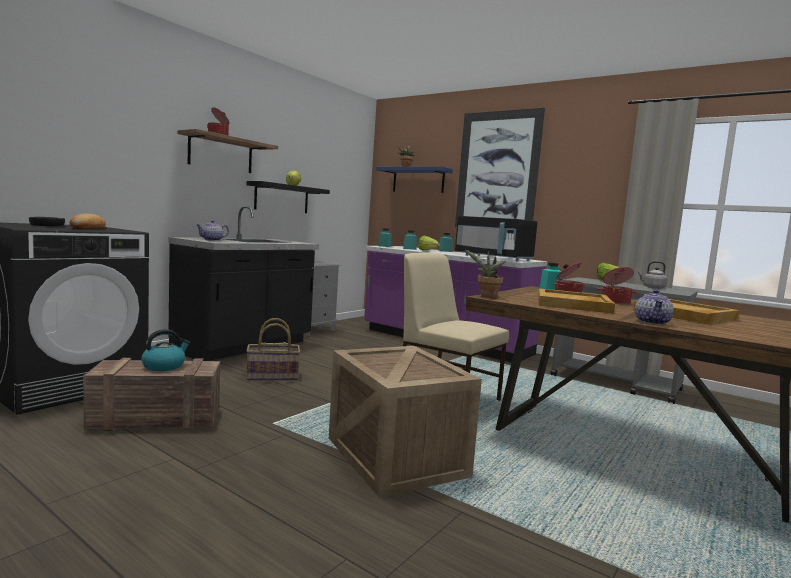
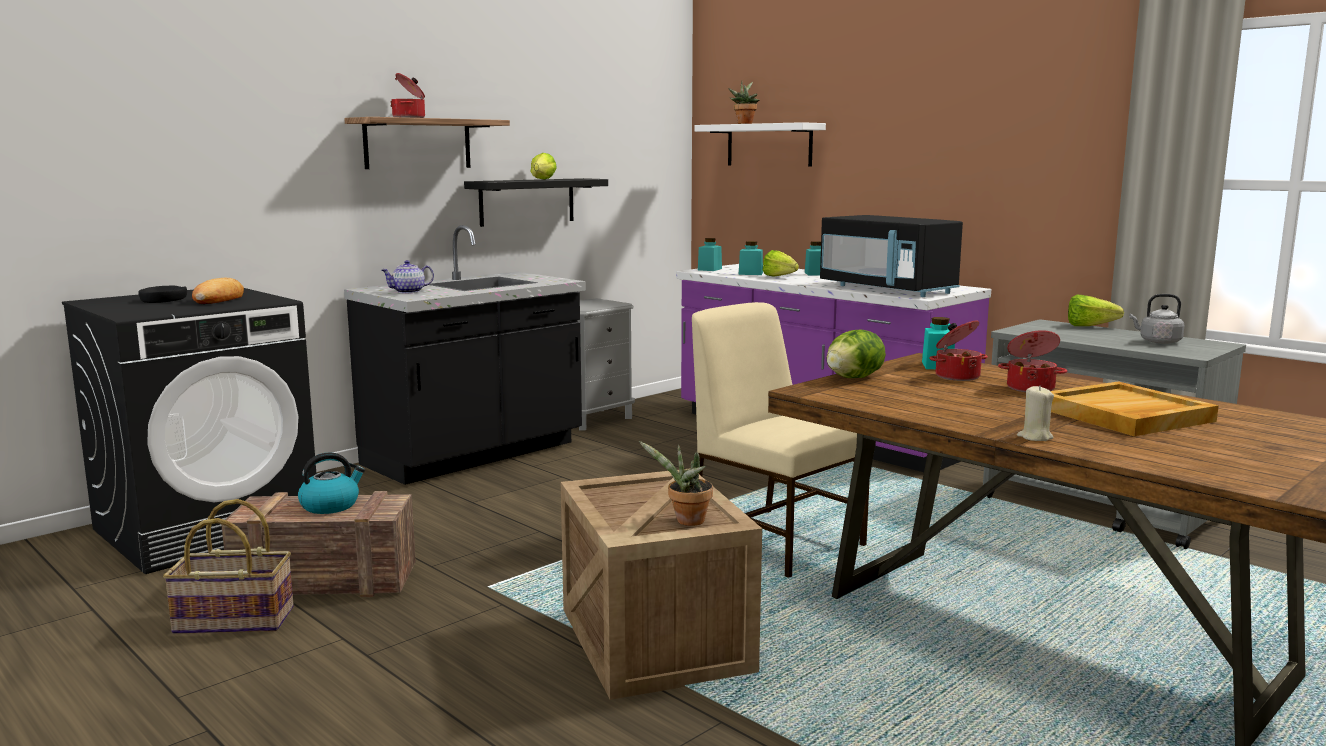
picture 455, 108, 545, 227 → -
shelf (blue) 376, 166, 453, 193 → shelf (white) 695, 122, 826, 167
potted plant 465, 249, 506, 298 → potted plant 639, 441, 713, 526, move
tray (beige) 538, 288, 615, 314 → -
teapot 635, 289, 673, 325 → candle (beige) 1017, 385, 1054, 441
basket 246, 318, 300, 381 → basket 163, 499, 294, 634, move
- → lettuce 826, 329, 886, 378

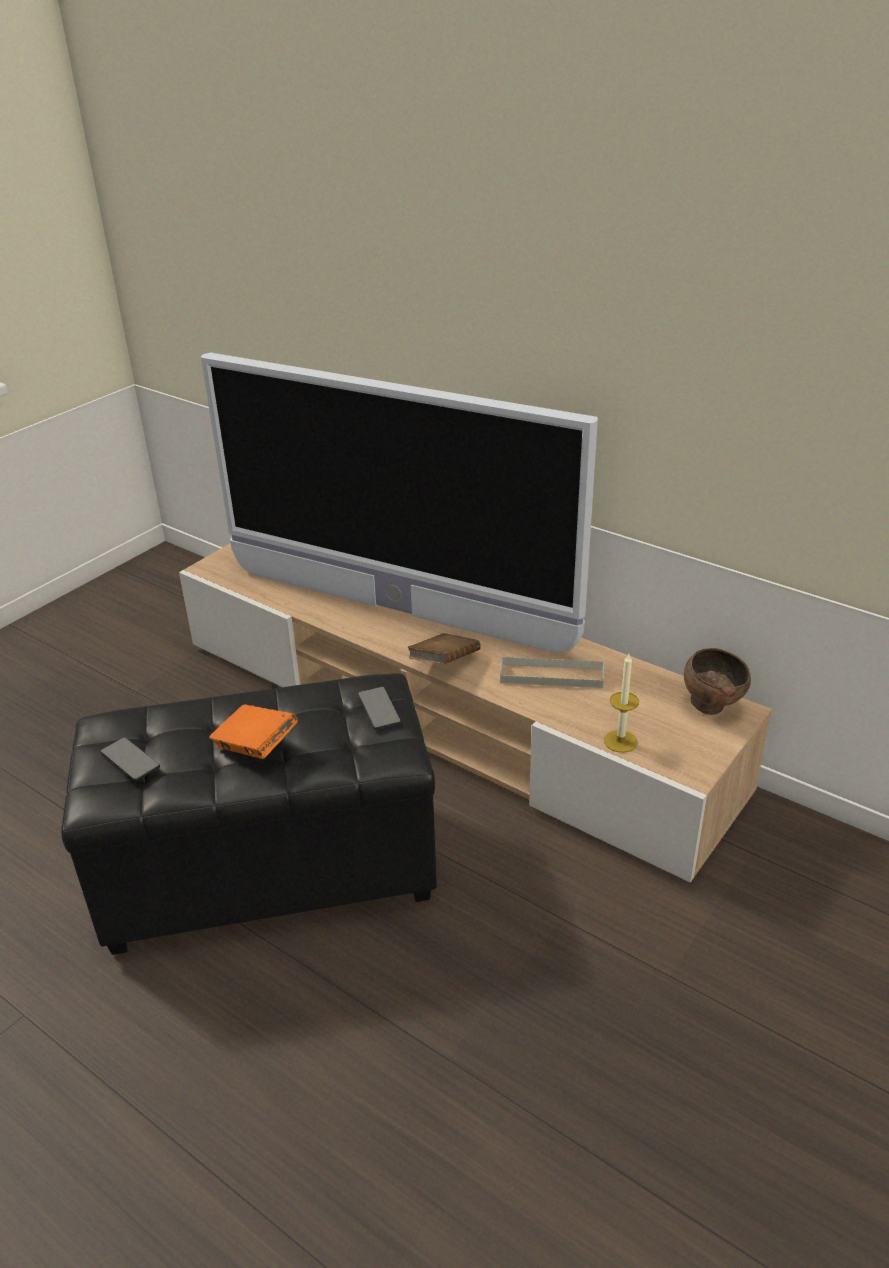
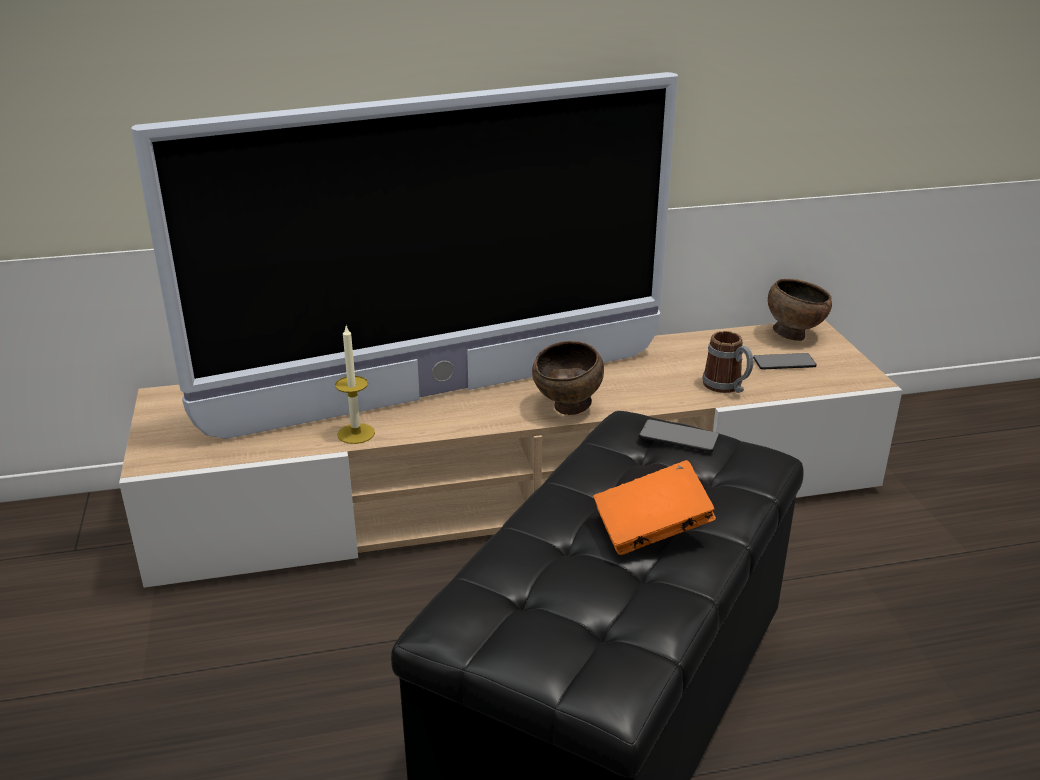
book (brown) 407, 633, 481, 664 → bowl (brown) 532, 341, 604, 415
candle 604, 654, 639, 753 → candle 335, 326, 375, 444, move
tray (grey) 500, 656, 604, 688 → -
phone 100, 737, 160, 781 → phone 753, 353, 817, 370, move
- → mug 702, 331, 753, 393

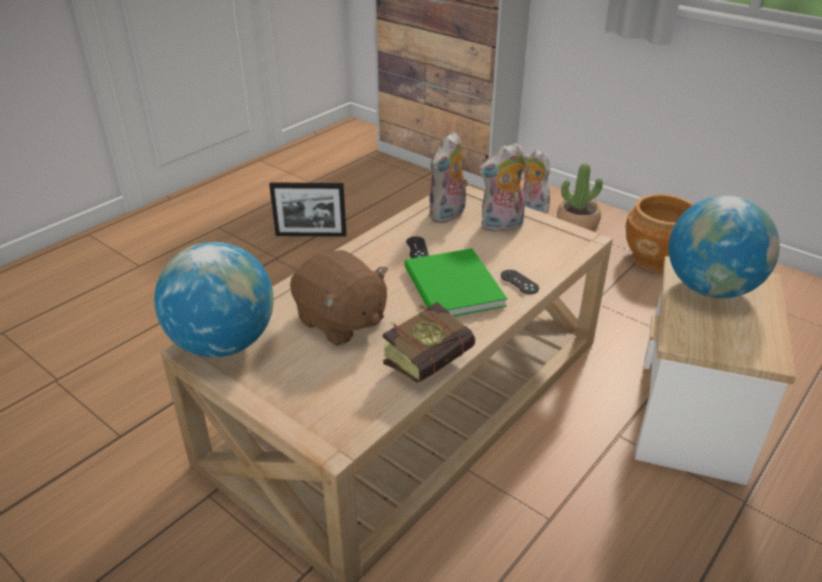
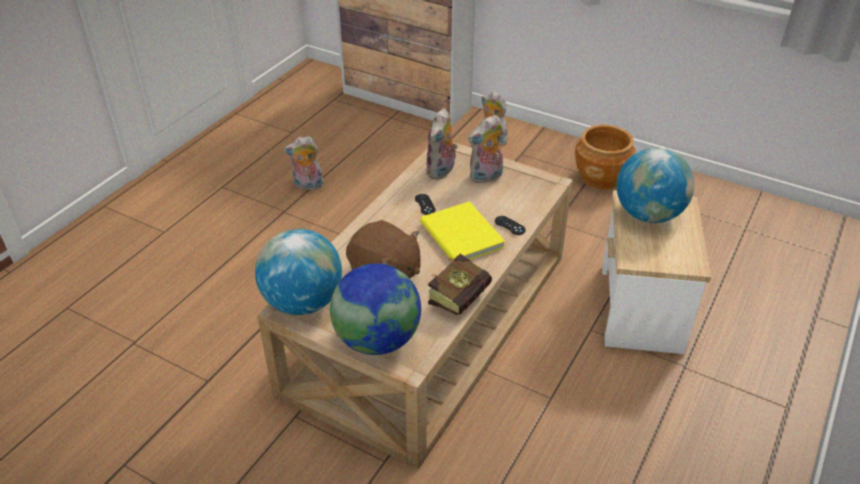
potted plant 557, 163, 603, 230 → -
picture frame 269, 182, 346, 237 → plush toy 284, 136, 325, 192
book (green) 404, 248, 508, 317 → book (yellow) 420, 201, 505, 261
- → globe 330, 263, 421, 355

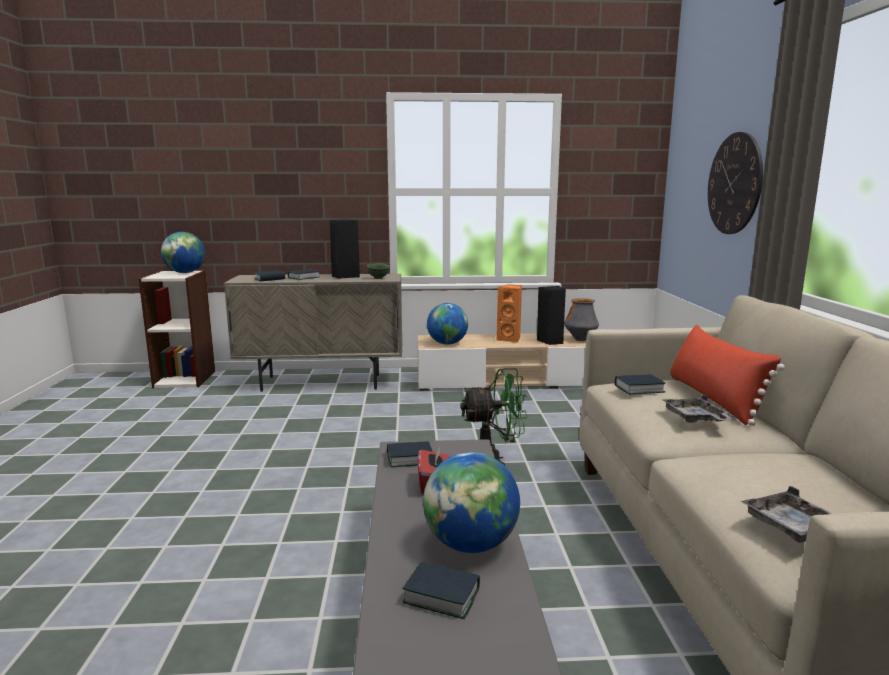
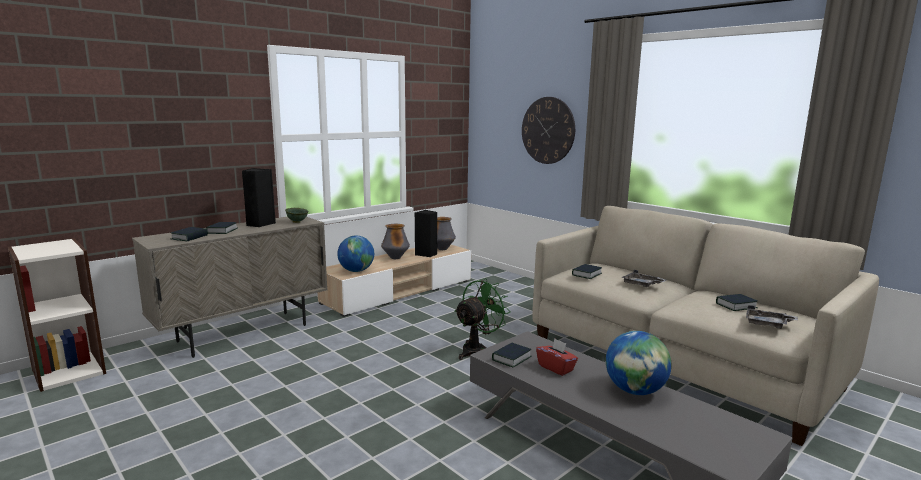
globe 161, 232, 205, 273 → -
speaker (orange) 496, 284, 522, 343 → vase 381, 224, 410, 259
pillow (red) 671, 325, 785, 426 → -
book 403, 561, 480, 619 → book 716, 294, 758, 311, move

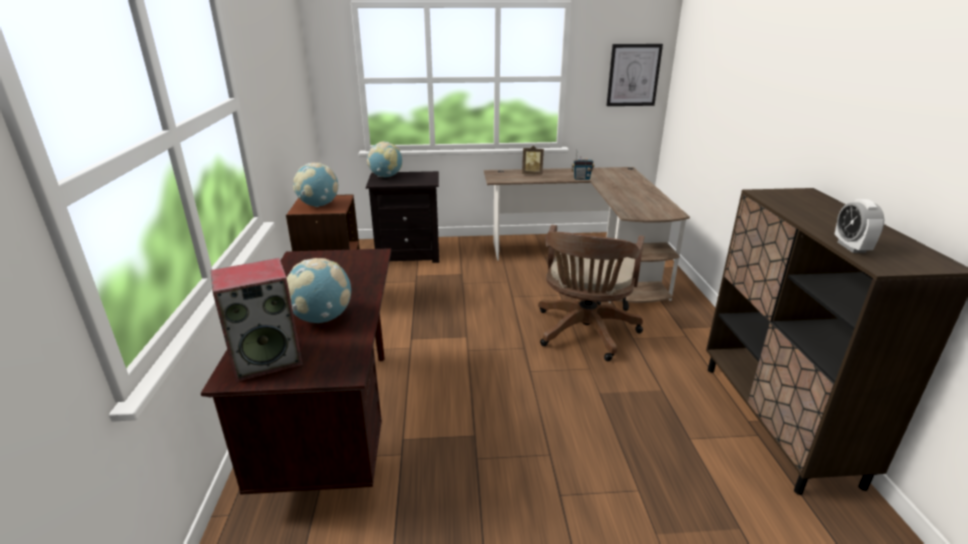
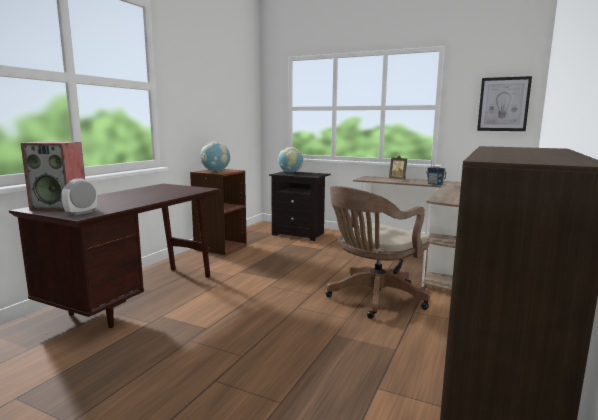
alarm clock 835, 199, 884, 253 → alarm clock 61, 178, 97, 215, move
globe 287, 258, 351, 323 → -

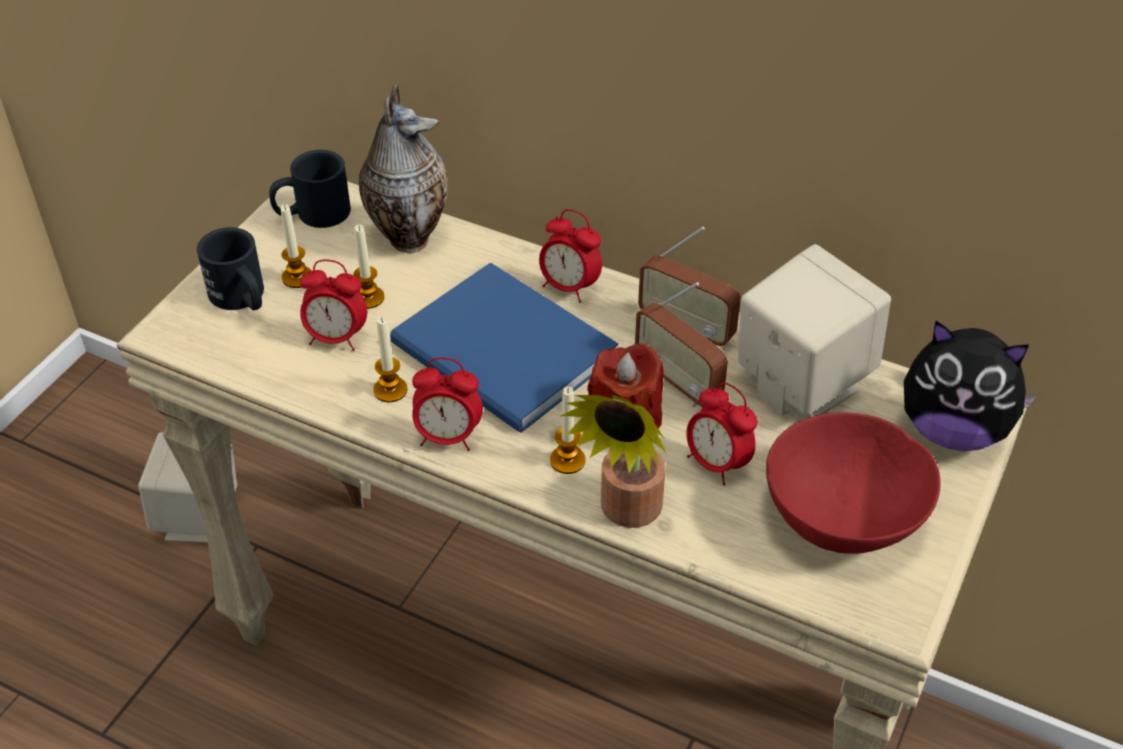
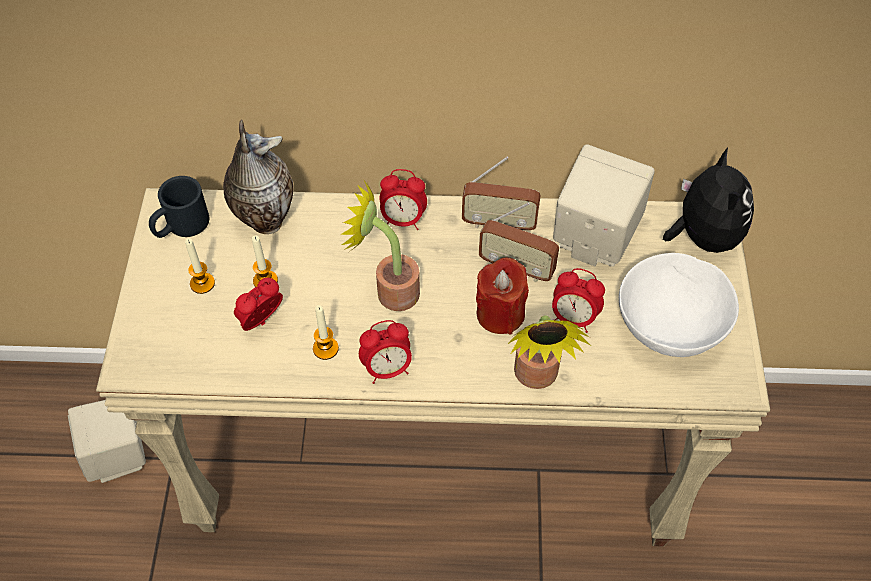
mug (black) 197, 227, 264, 310 → -
alarm clock 300, 259, 367, 351 → alarm clock 234, 278, 283, 331, 150 degrees clockwise
book (blue) 390, 262, 618, 433 → potted plant 340, 181, 420, 311
plush toy 904, 321, 1037, 451 → plush toy 663, 147, 754, 253, 90 degrees counterclockwise
candle 550, 386, 586, 474 → -
bowl (red) 766, 412, 941, 554 → bowl (white) 619, 253, 739, 357

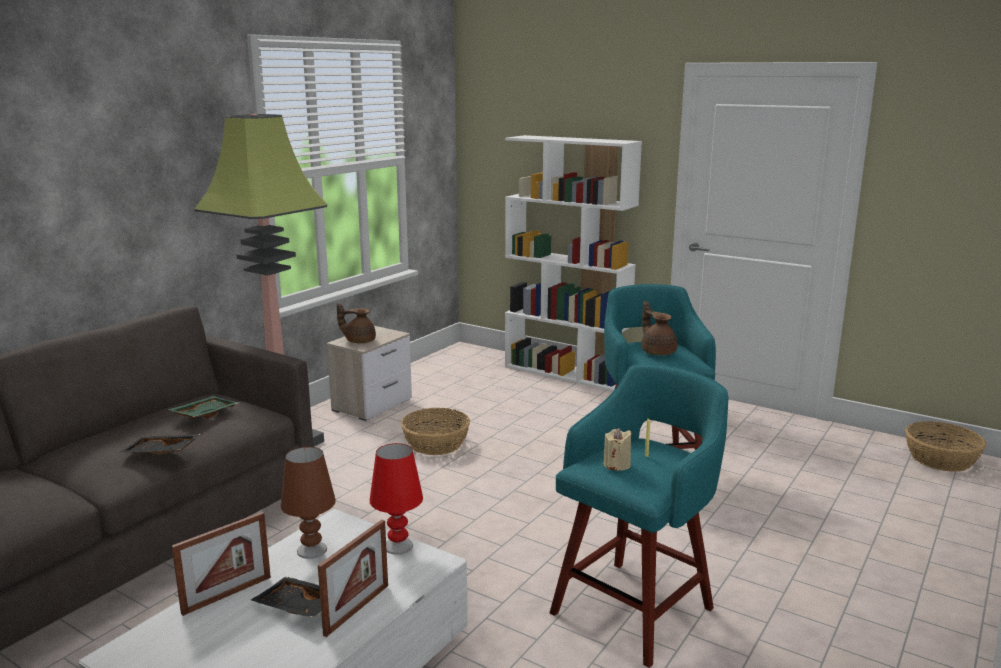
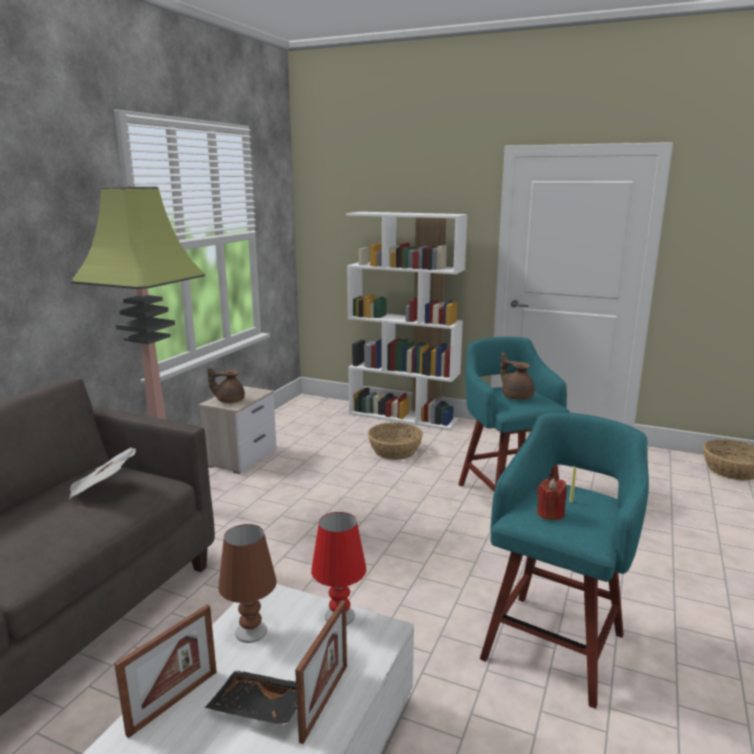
tray (green) 167, 396, 239, 419 → newspaper 68, 447, 136, 499
basket 401, 408, 470, 455 → basket 368, 423, 423, 460, move
candle (beige) 604, 428, 632, 471 → candle (red) 537, 478, 567, 520
tray (black) 120, 434, 200, 454 → -

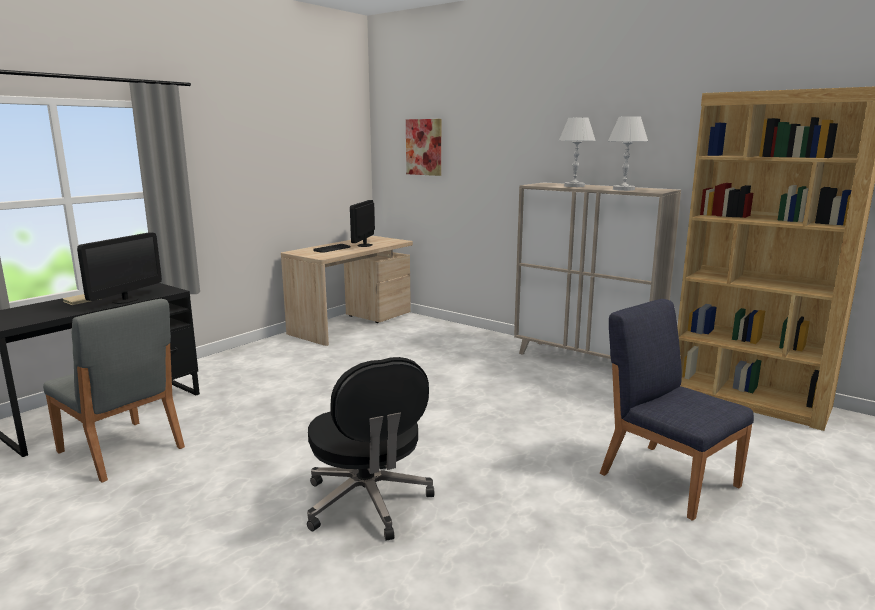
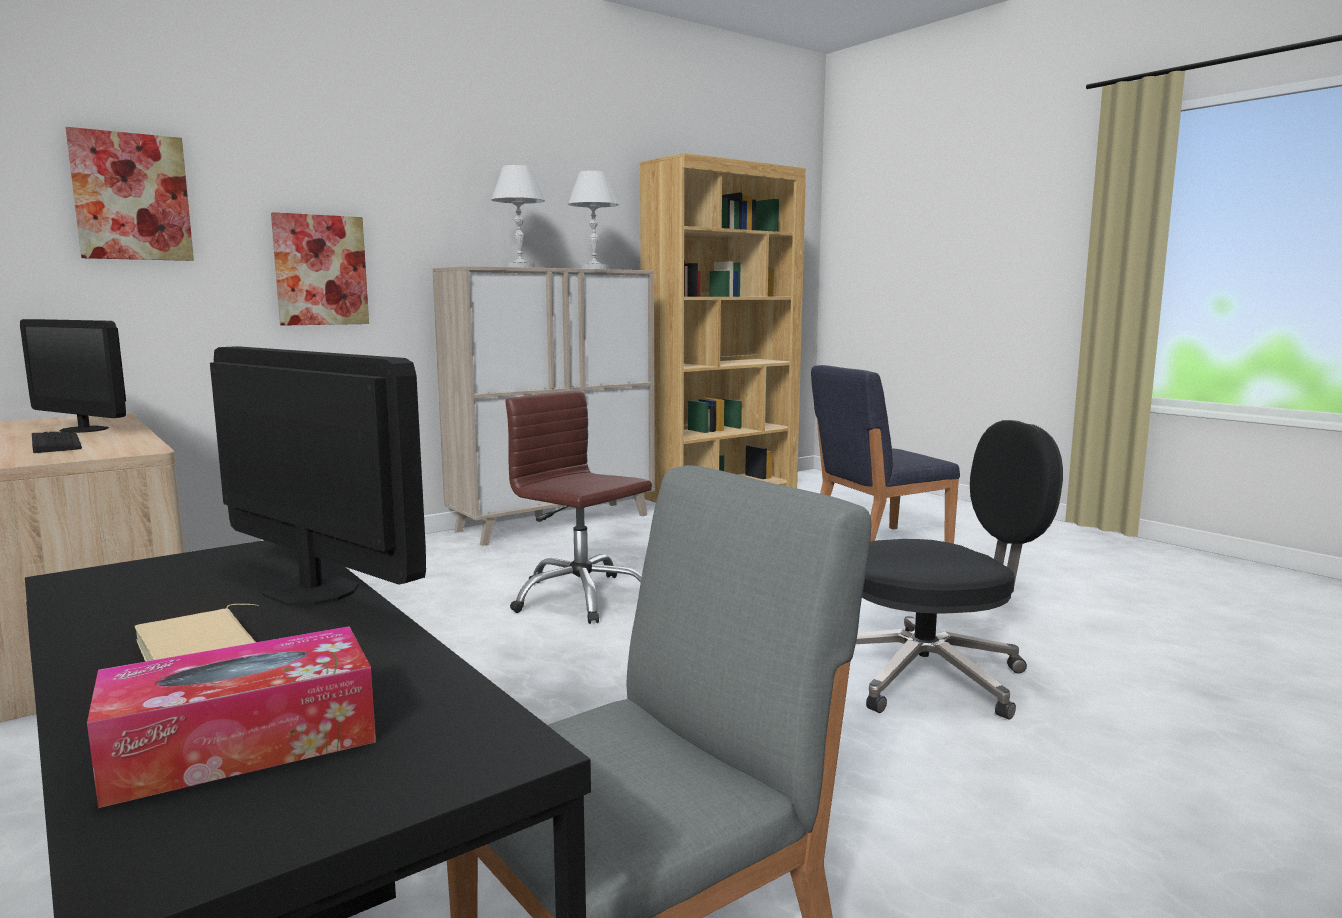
- → picture 271, 212, 369, 326
- → office chair (brown) 505, 390, 652, 624
- → tissue box 87, 626, 376, 808

